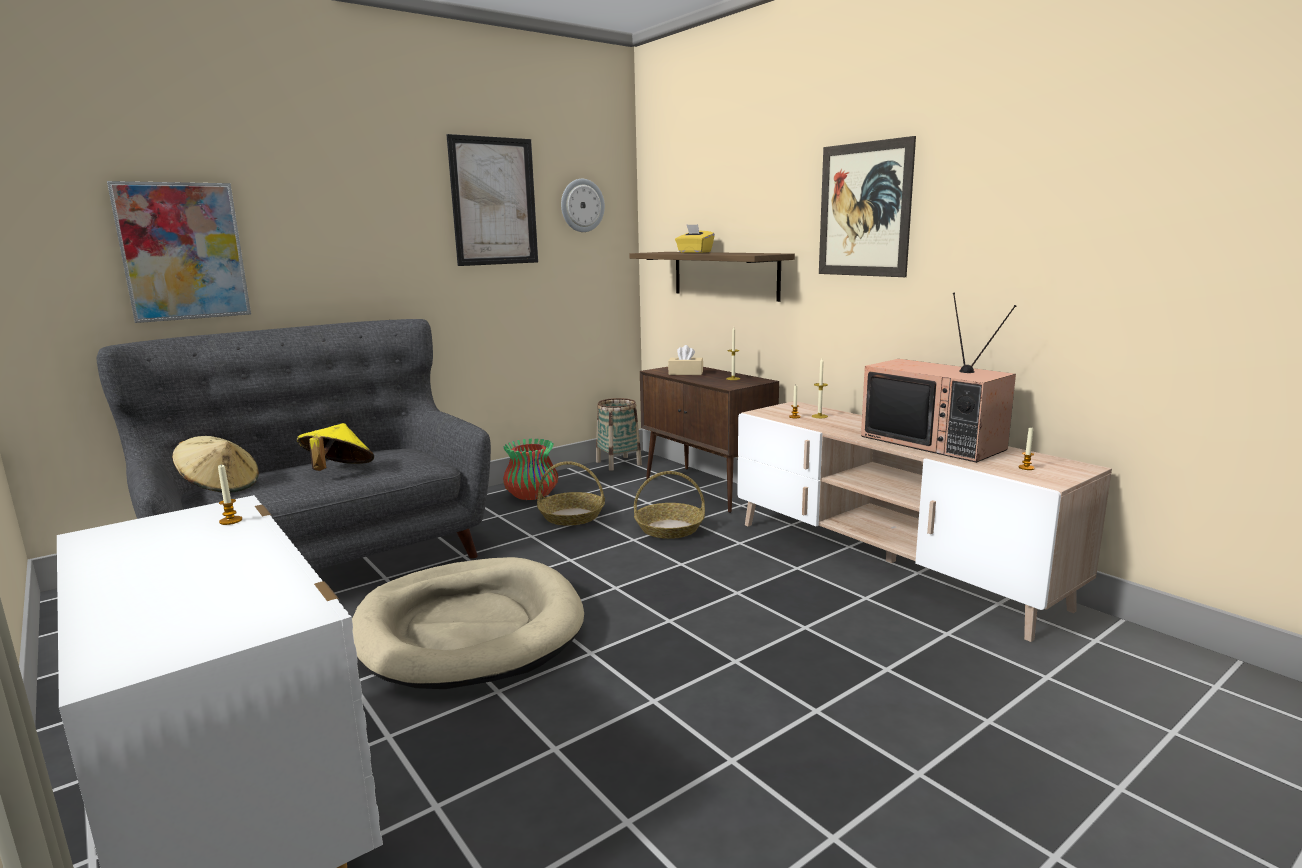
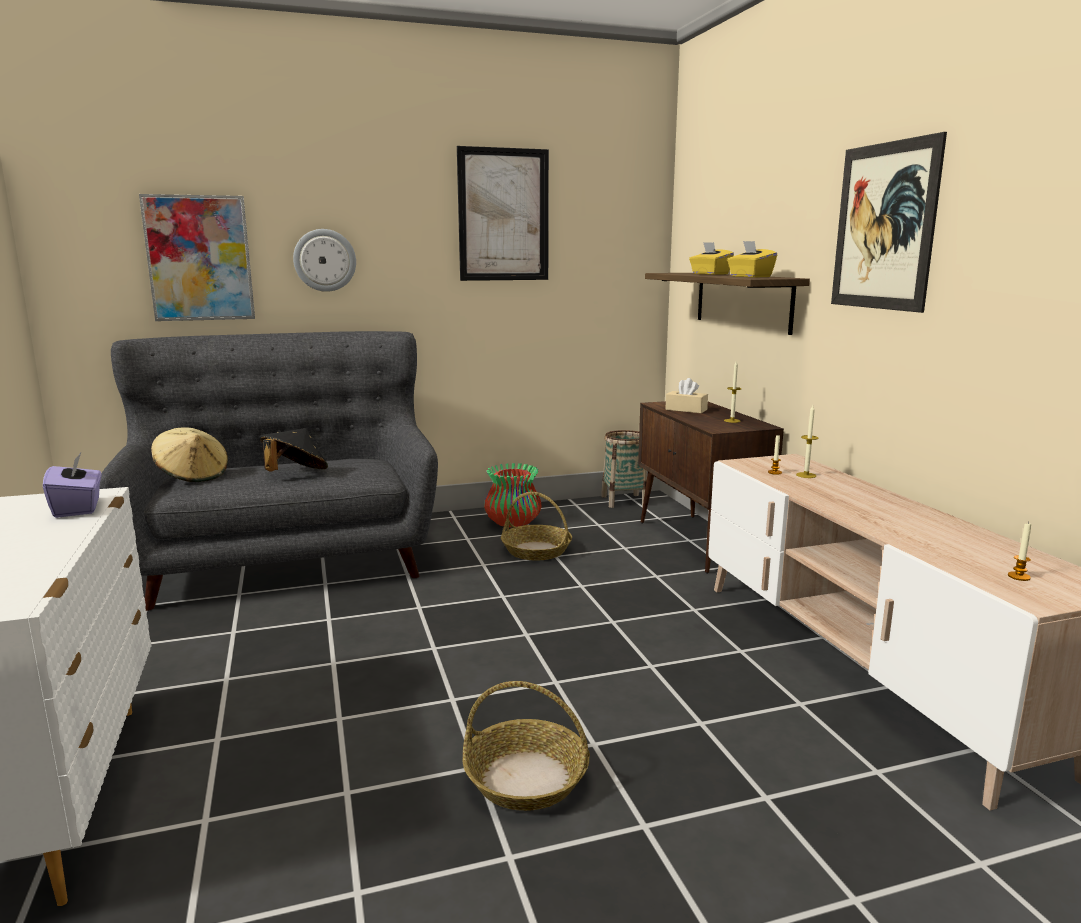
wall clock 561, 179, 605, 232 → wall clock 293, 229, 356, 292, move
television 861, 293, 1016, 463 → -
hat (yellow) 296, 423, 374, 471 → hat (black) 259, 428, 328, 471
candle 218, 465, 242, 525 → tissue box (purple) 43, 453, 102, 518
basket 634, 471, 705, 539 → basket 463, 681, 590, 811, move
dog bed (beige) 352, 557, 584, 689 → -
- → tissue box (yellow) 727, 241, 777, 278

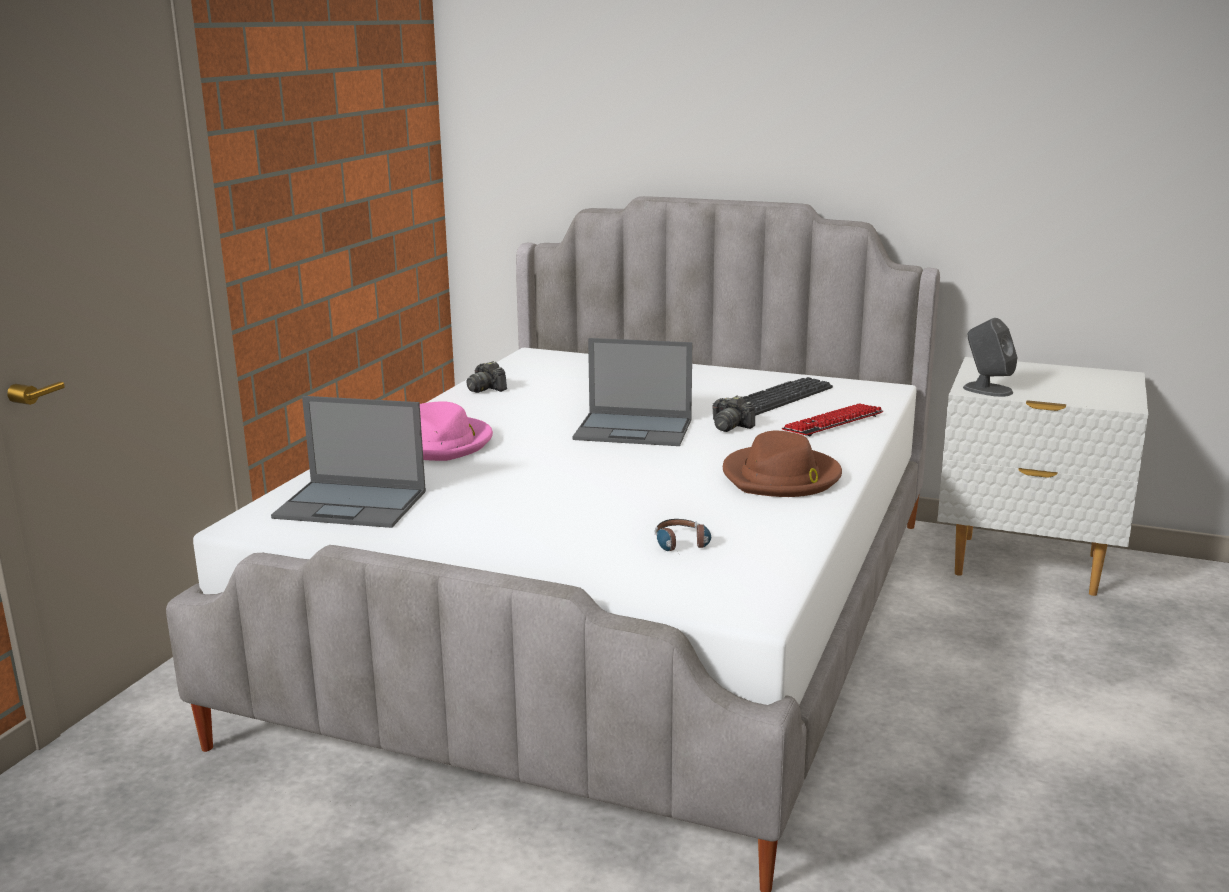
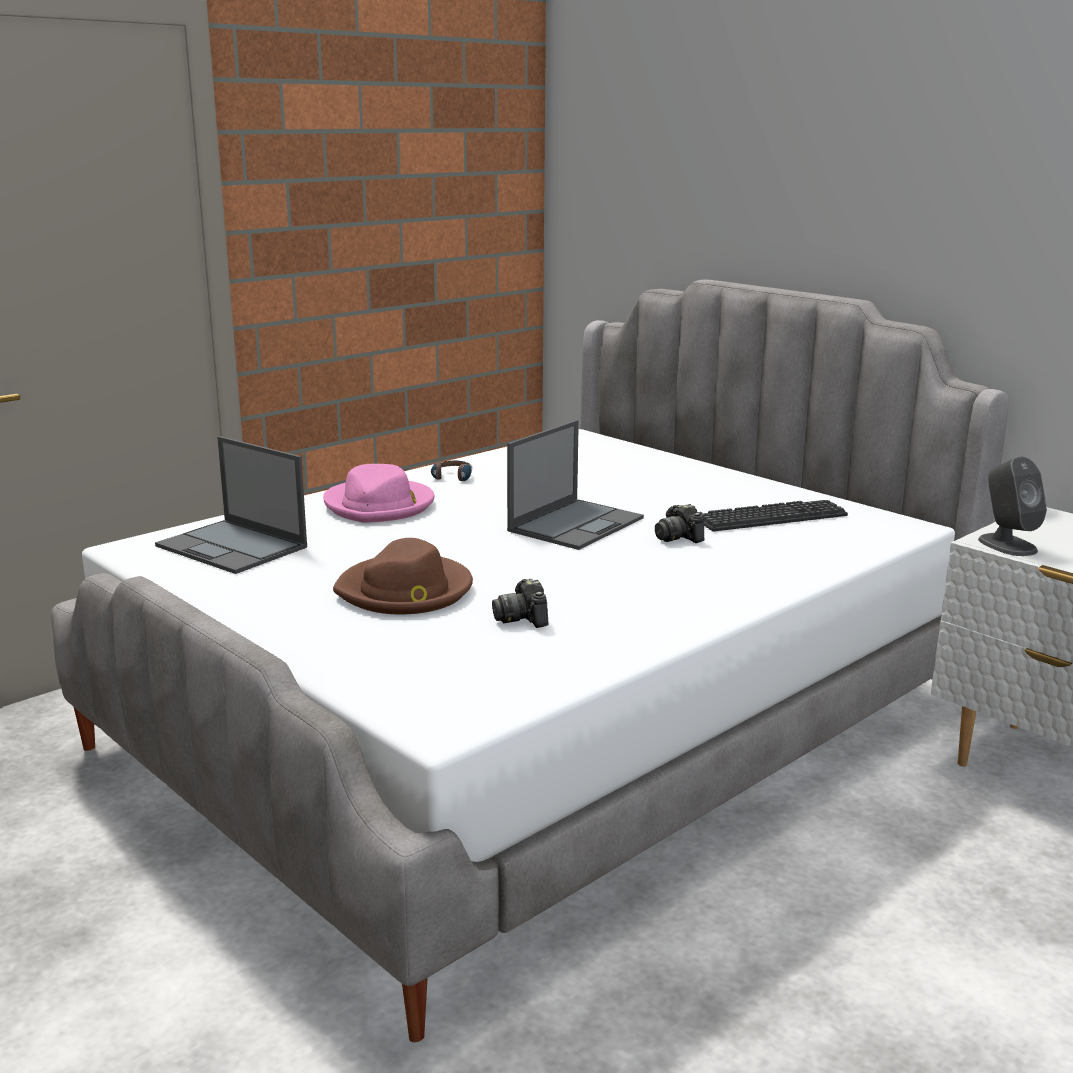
laptop 573, 338, 692, 446 → laptop 507, 420, 644, 550, 90 degrees counterclockwise
photo camera 466, 361, 507, 393 → photo camera 492, 579, 548, 628, move
keyboard 782, 403, 883, 436 → -
hat (brown) 723, 431, 842, 497 → hat (brown) 333, 538, 473, 614, move
headphones 655, 519, 711, 552 → headphones 431, 461, 472, 481, move

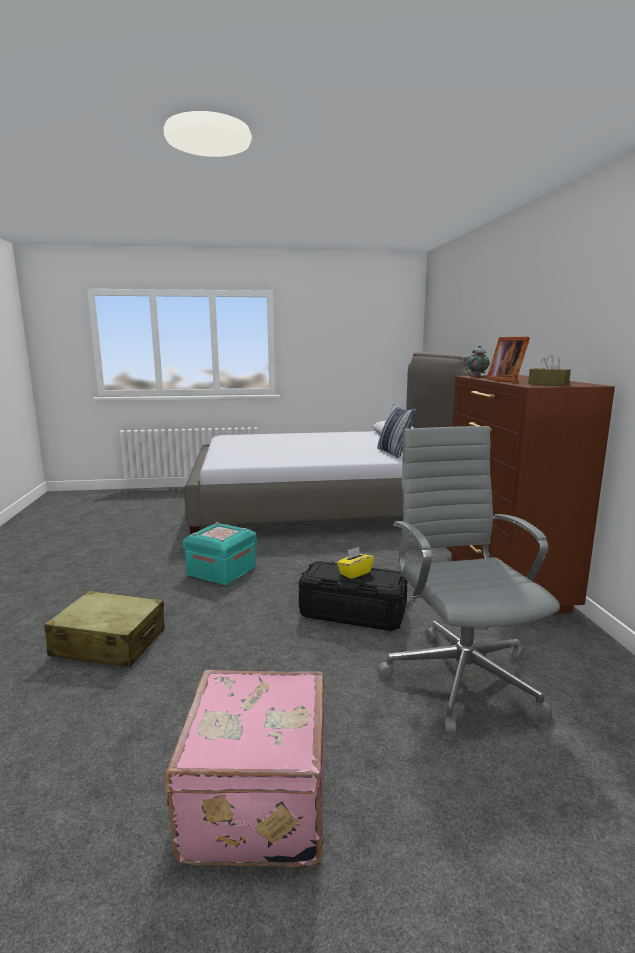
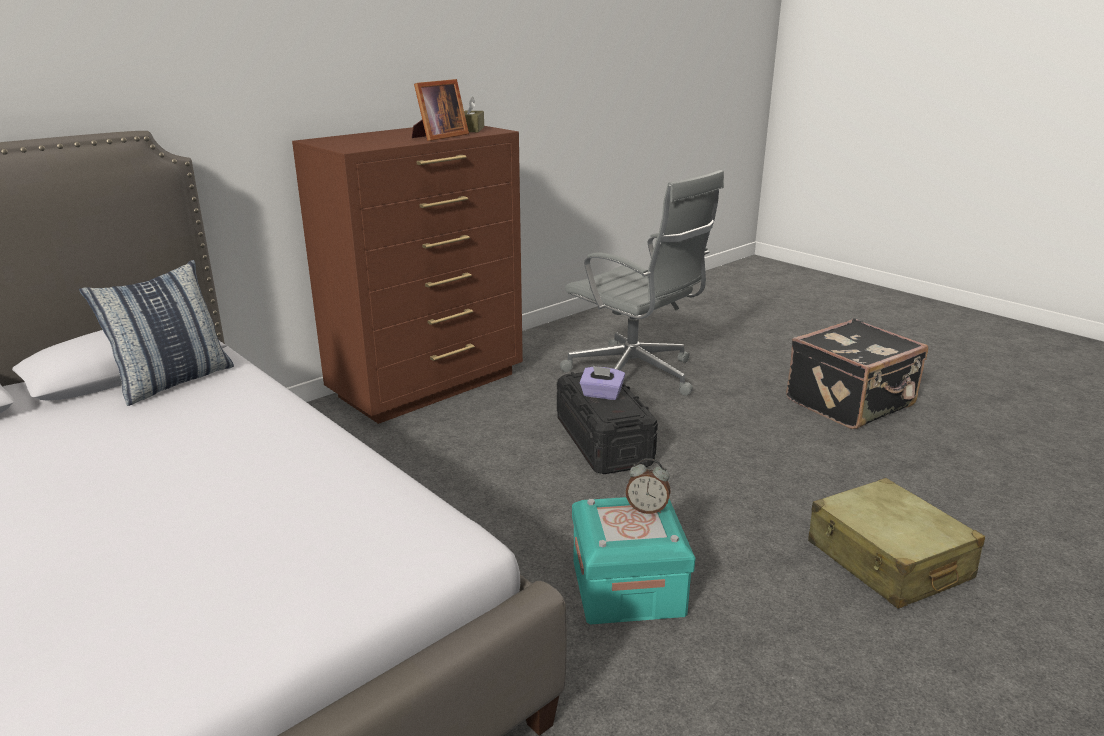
teapot 467, 345, 490, 377 → -
office chair (grey) 378, 426, 560, 735 → office chair (grey) 560, 170, 724, 396, 90 degrees counterclockwise
tissue box (yellow) 337, 547, 374, 579 → tissue box (purple) 580, 366, 625, 400
suitcase (pink) 165, 670, 324, 867 → suitcase (black) 786, 318, 928, 429
- → alarm clock 626, 458, 671, 514

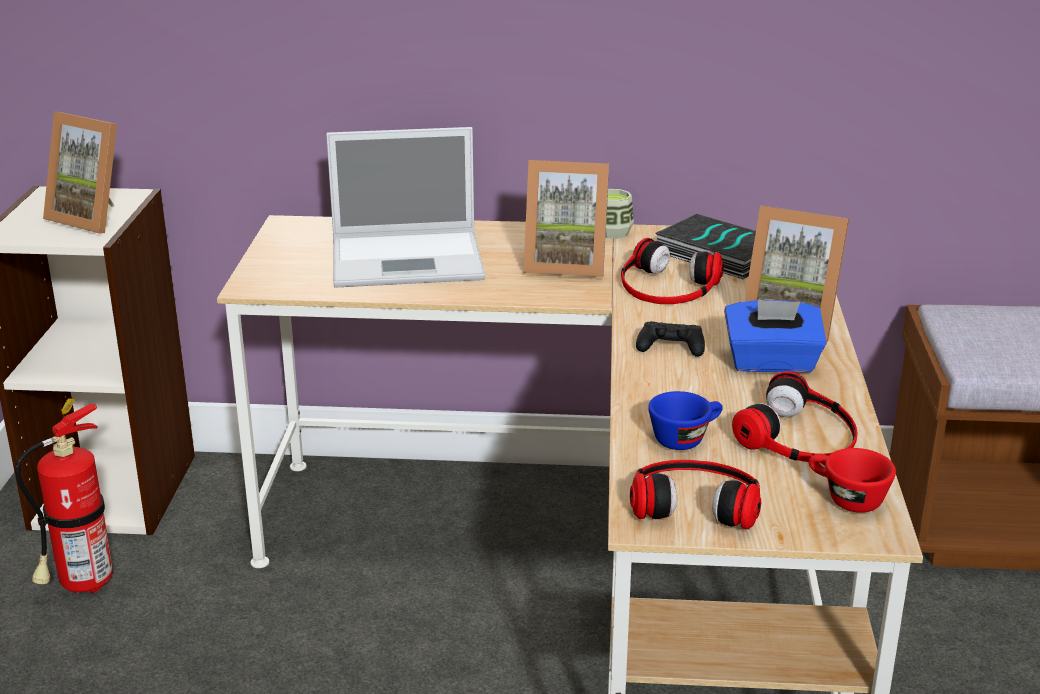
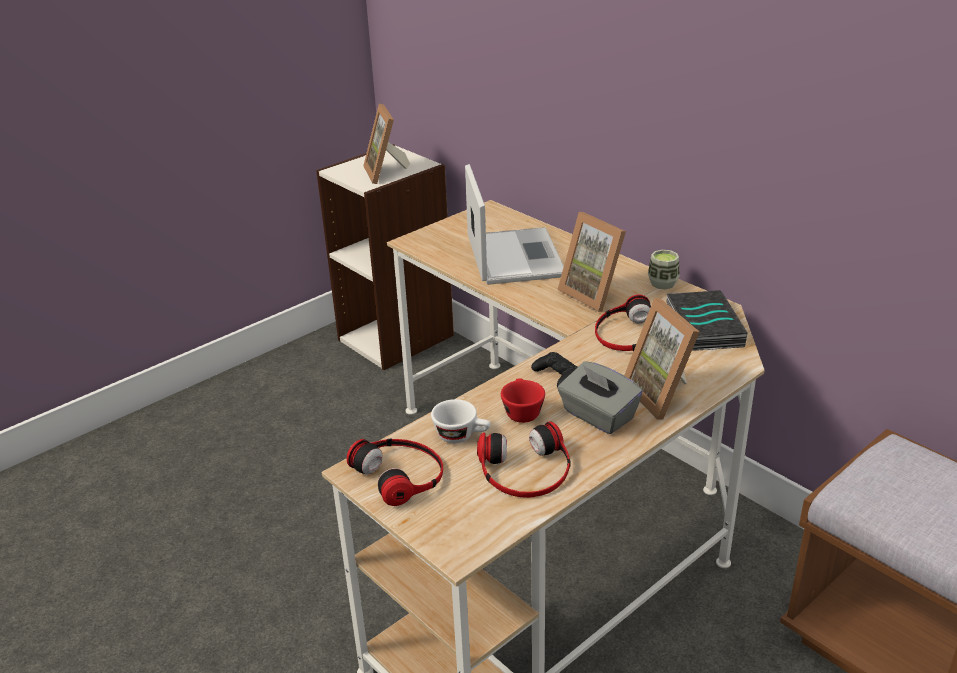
laptop 326, 127, 485, 288 → laptop 465, 164, 564, 285, 135 degrees counterclockwise
tissue box (blue) 724, 299, 827, 373 → tissue box (grey) 558, 361, 643, 434
cup (blue) 648, 391, 723, 450 → cup (white) 431, 399, 491, 443
fire extinguisher 15, 398, 113, 593 → -
cup (red) 809, 448, 896, 513 → cup (red) 501, 378, 545, 423, move

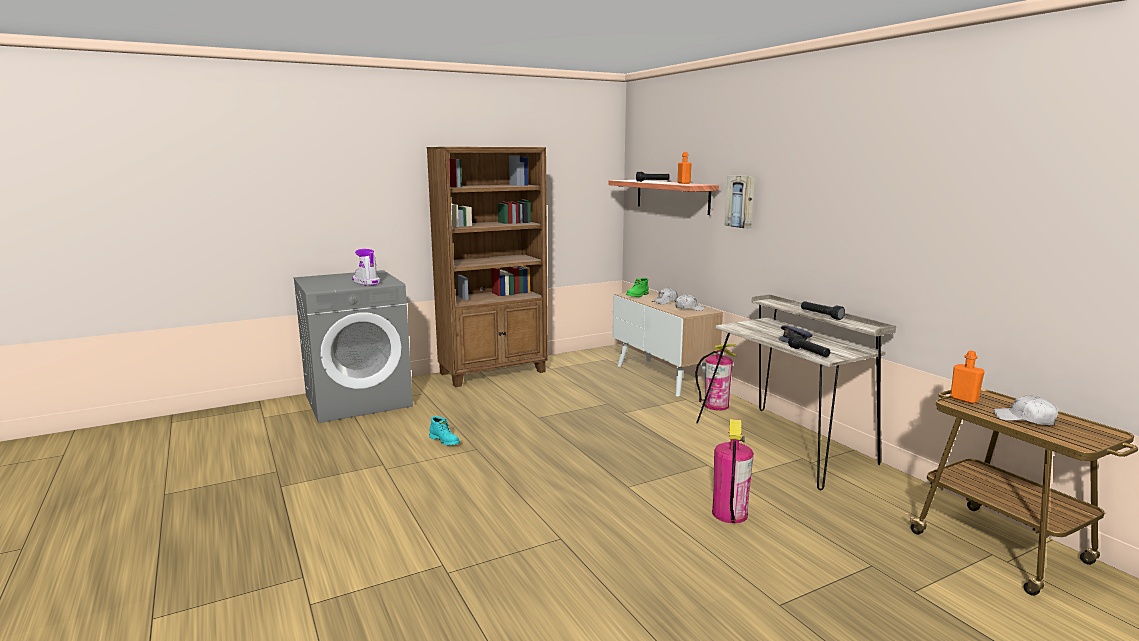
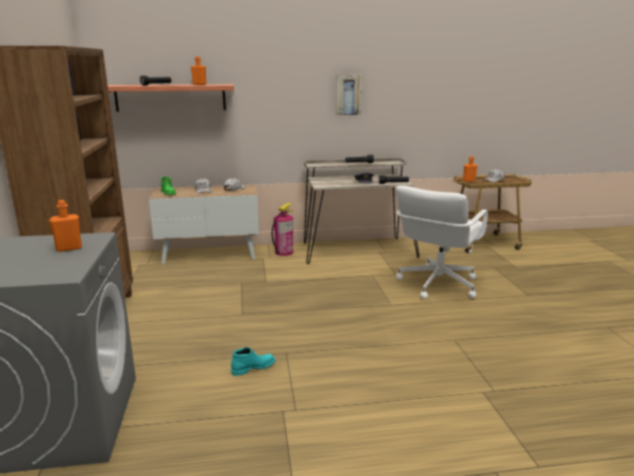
picture 724, 175, 755, 229 → picture 336, 75, 362, 115, move
boot 352, 249, 380, 286 → bottle (orange) 49, 200, 82, 252
fire extinguisher 712, 419, 754, 523 → office chair (white) 396, 186, 488, 299

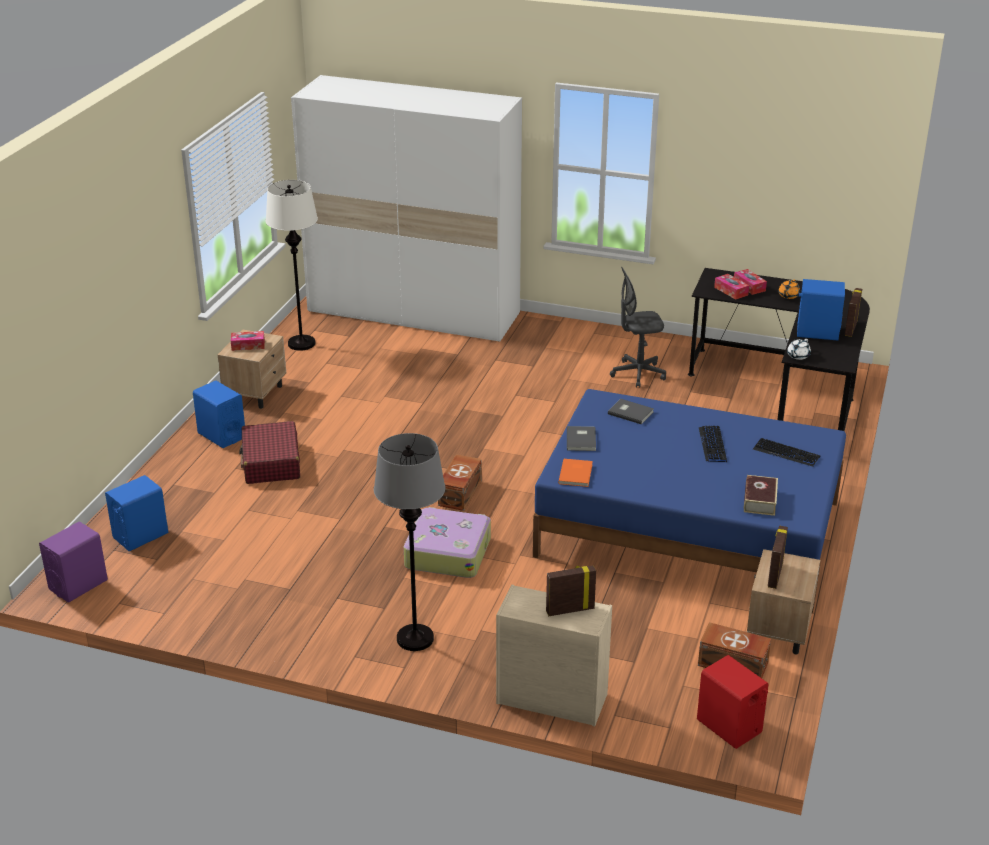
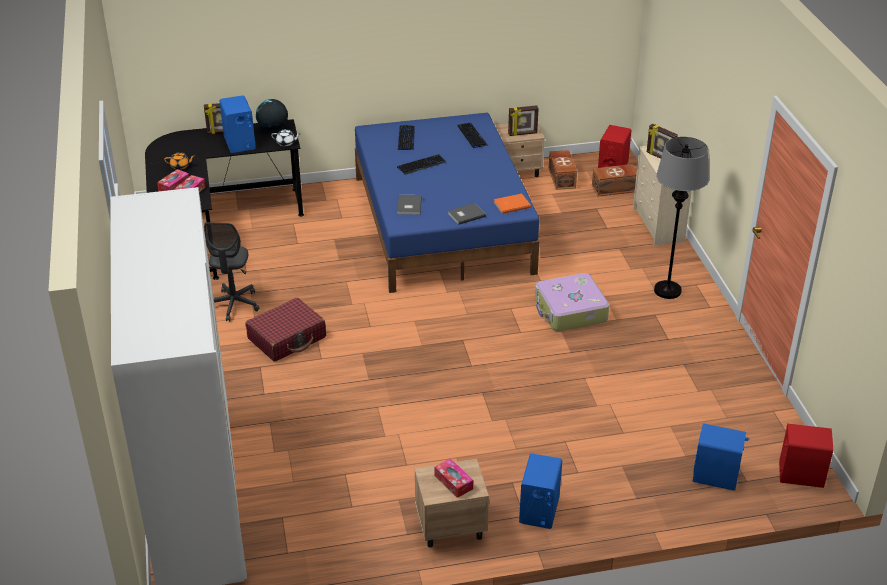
floor lamp (white) 266, 180, 318, 351 → -
office chair (grey) 610, 267, 666, 388 → office chair (grey) 204, 222, 259, 321, 45 degrees clockwise
suitcase (red) 239, 421, 300, 484 → suitcase (red) 245, 298, 326, 362, move
storage box (brown) 438, 454, 482, 511 → storage box (brown) 592, 164, 637, 197, move
book 744, 475, 778, 516 → keyboard 458, 123, 487, 148
speaker (purple) 39, 521, 108, 603 → speaker (red) 779, 424, 833, 488
- → globe 256, 99, 288, 131

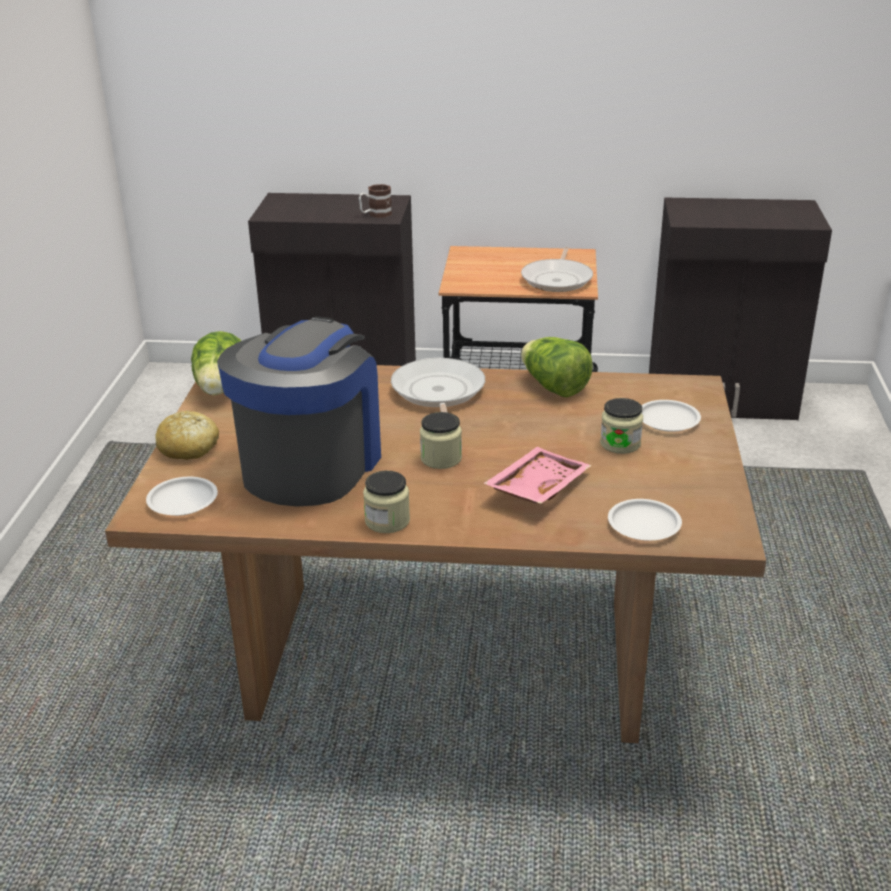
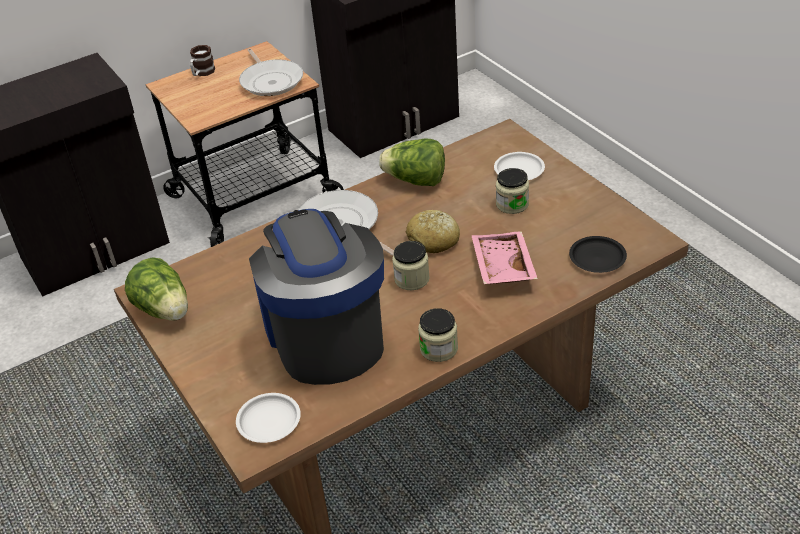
mug 359, 184, 392, 218 → mug 190, 45, 215, 76, move
bread 155, 410, 219, 460 → bread 406, 210, 460, 253, move
plate (white) 608, 499, 682, 541 → plate (black) 569, 236, 627, 273

